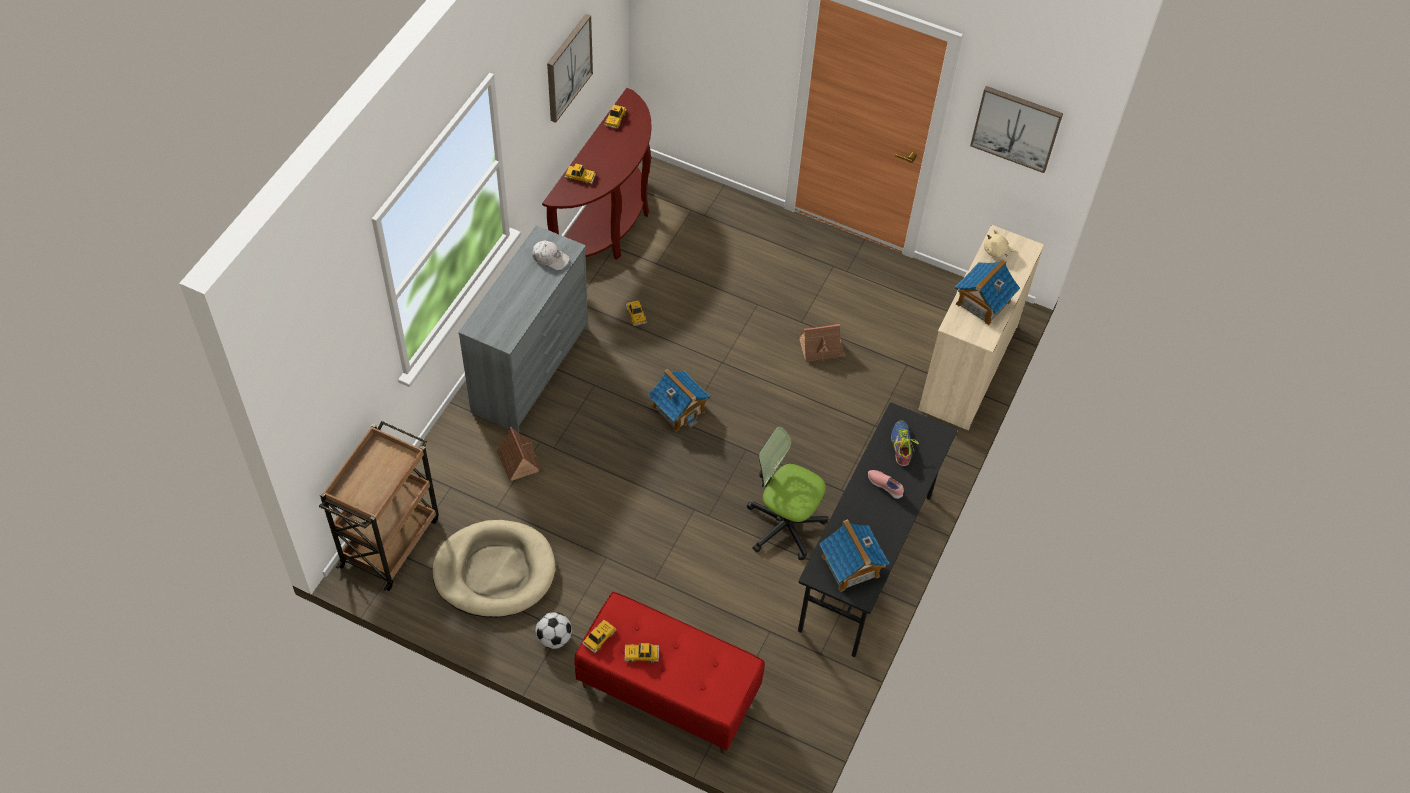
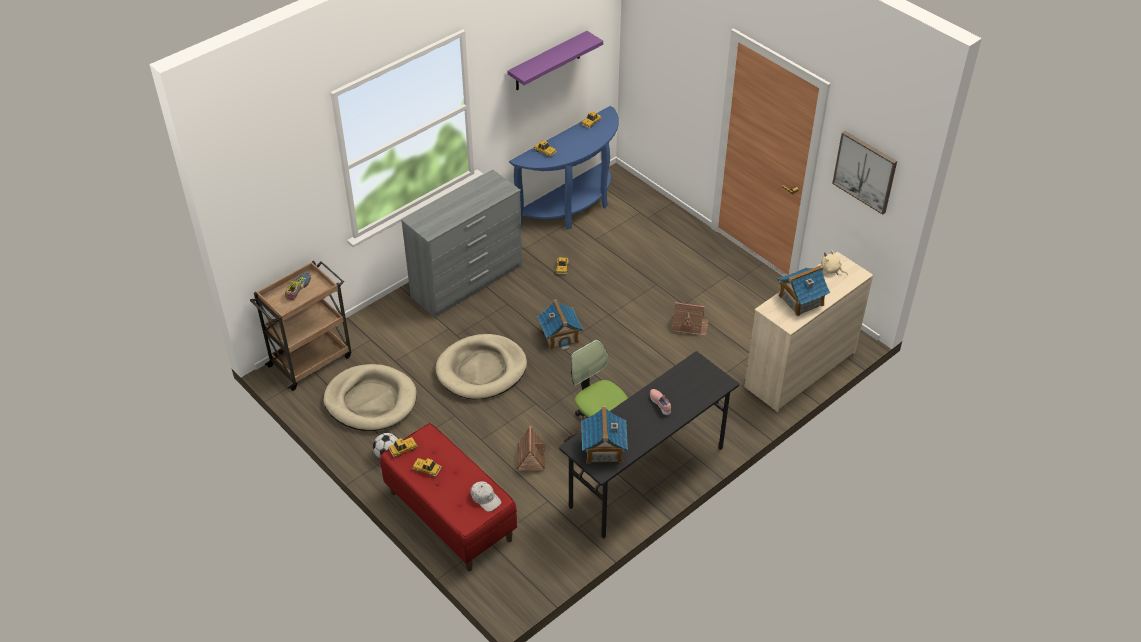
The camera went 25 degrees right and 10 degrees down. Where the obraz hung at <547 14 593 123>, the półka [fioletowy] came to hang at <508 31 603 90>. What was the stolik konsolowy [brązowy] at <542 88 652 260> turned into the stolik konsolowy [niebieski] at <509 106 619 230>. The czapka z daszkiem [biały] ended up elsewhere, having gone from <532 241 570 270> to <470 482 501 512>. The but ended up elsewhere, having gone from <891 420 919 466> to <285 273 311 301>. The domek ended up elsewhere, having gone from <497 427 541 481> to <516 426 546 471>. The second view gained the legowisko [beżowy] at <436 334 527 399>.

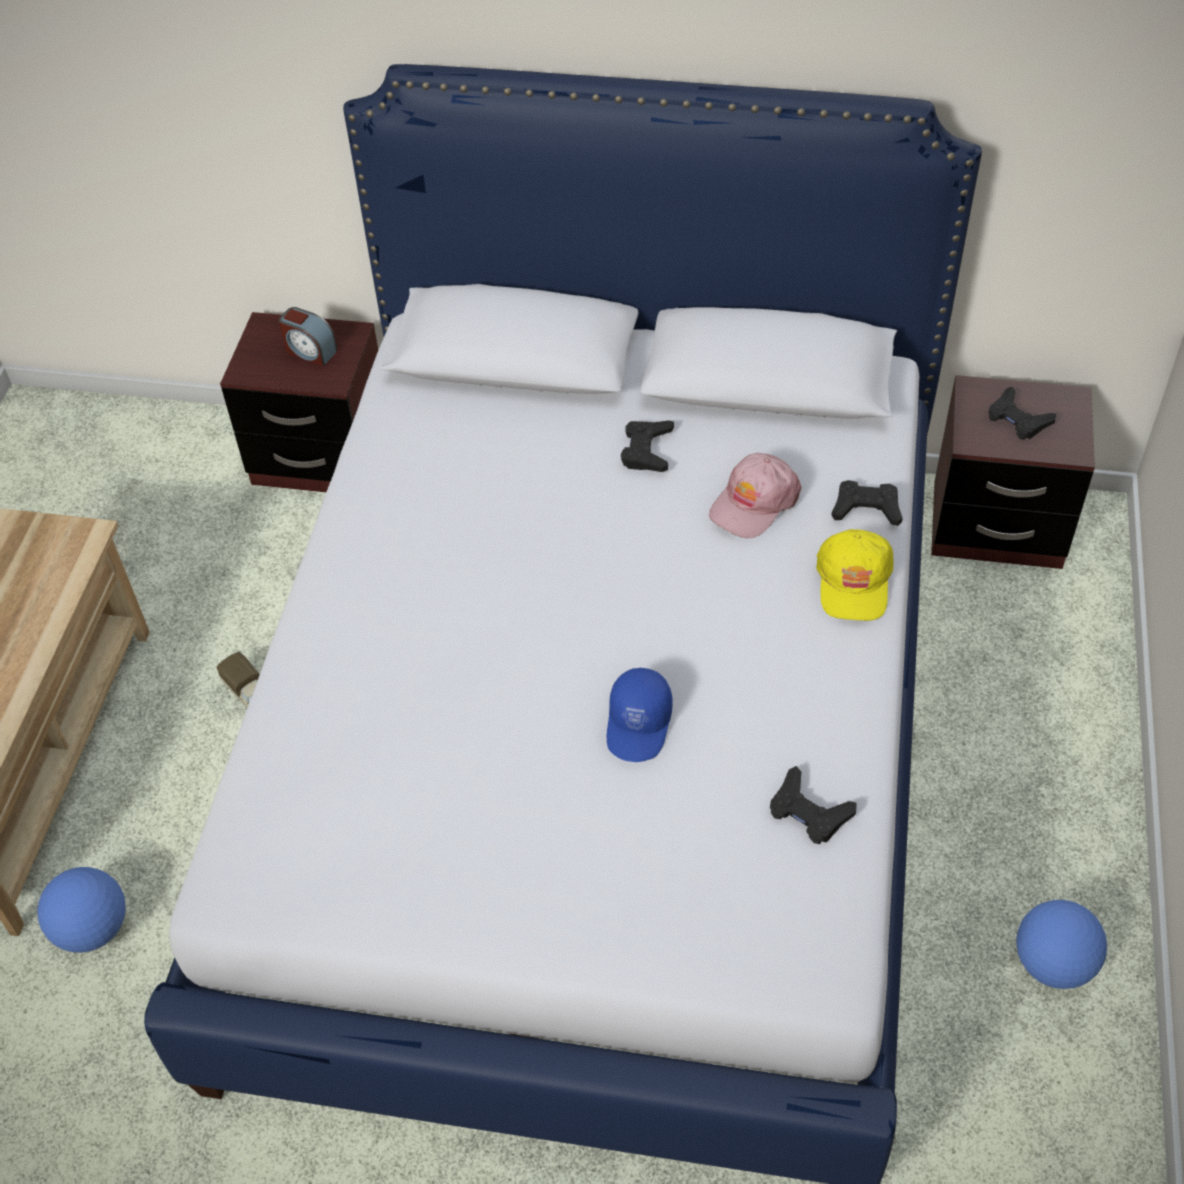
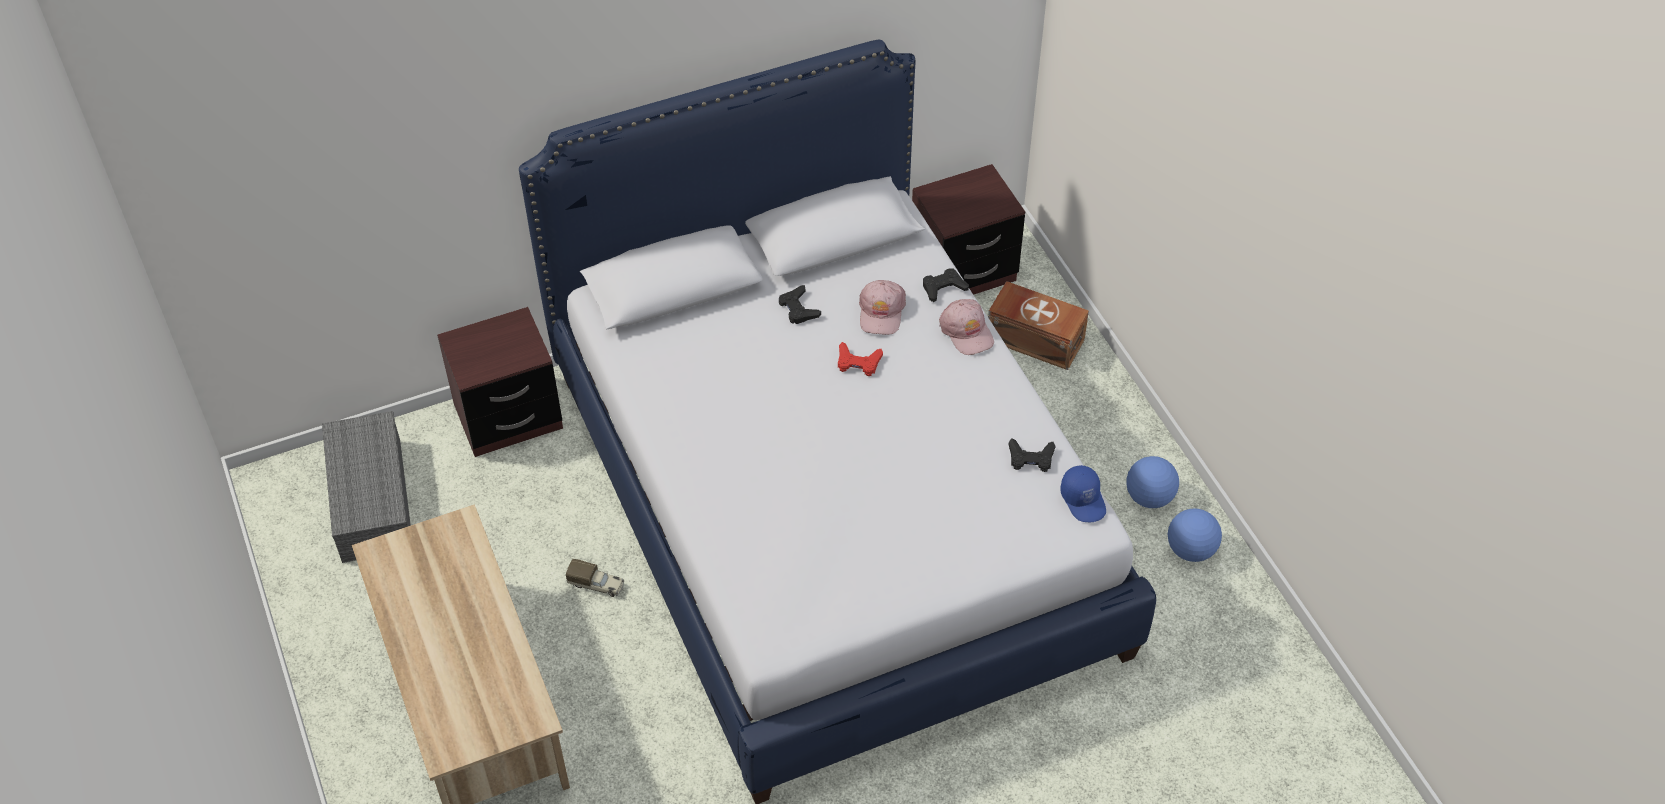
The camera went 35 degrees left and 0 degrees up. The second view lost the budzik at <279 307 338 366>. The second view lost the pad do gier [czarny] at <988 387 1056 440>. What was the czapka z daszkiem [żółty] at <816 529 894 621> turned into the czapka z daszkiem [różowy] at <939 299 994 355>. The czapka z daszkiem [niebieski] ended up elsewhere, having gone from <607 668 672 762> to <1060 465 1106 522>. The piłka futbolowa ended up elsewhere, having gone from <37 867 126 953> to <1168 509 1222 562>. The second view gained the pojemnik do przechowywania [brązowy] at <988 281 1089 370>. The second view gained the pad do gier [czerwony] at <838 342 883 376>. The second view gained the pojemnik do przechowywania [szary] at <322 411 411 563>.

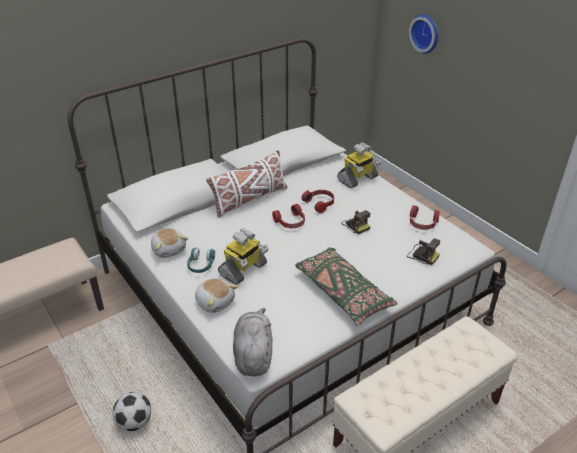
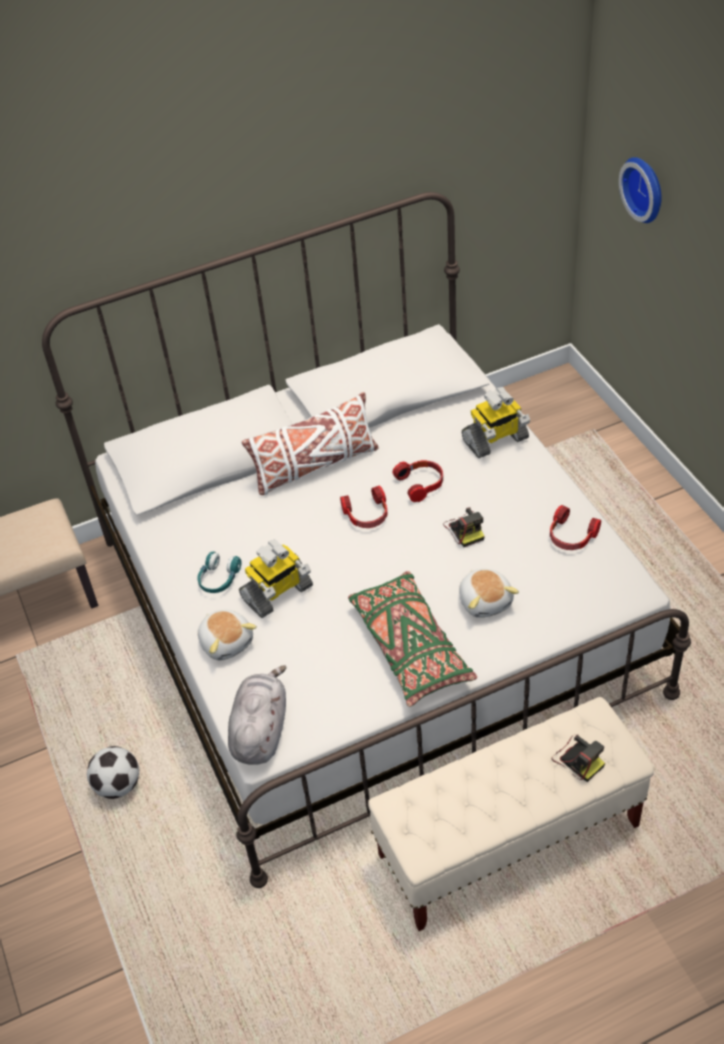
The camera went 15 degrees right and 10 degrees up. The pluszak ended up elsewhere, having gone from <151 228 188 258> to <459 569 519 618>. The aparat fotograficzny ended up elsewhere, having gone from <407 238 440 265> to <552 734 605 782>.

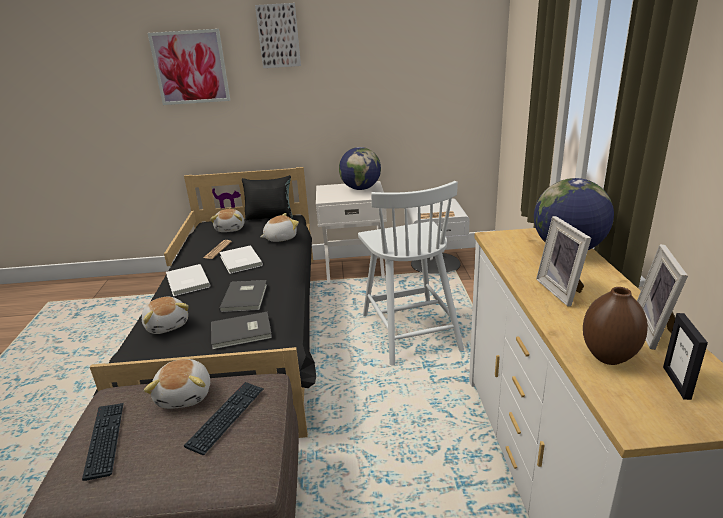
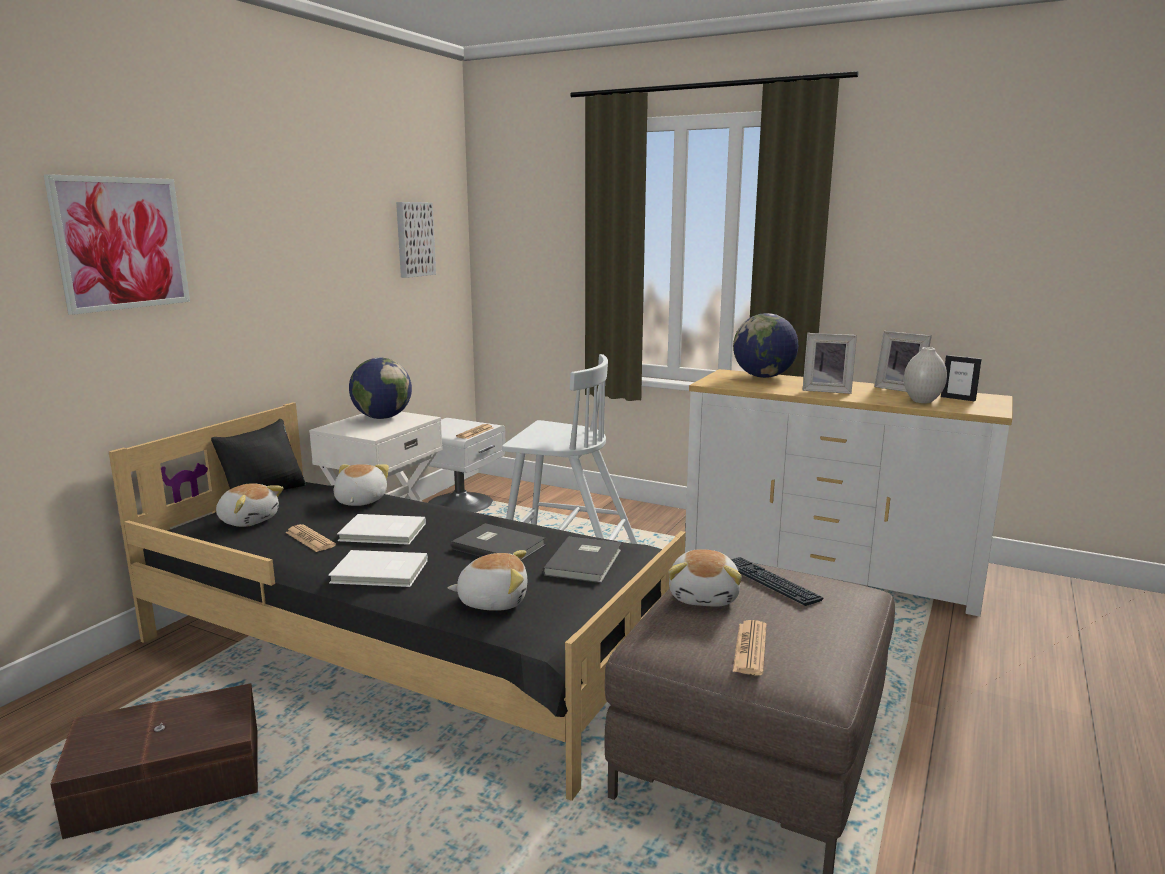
The camera went 60 degrees left and 10 degrees down. The obraz ended up elsewhere, having gone from <255 3 301 68> to <396 202 436 278>. What was the wazon [brązowy] at <583 287 648 365> turned into the wazon [biały] at <904 347 947 403>. The pluszak at <144 359 210 409> ended up facing another way, 75 degrees clockwise from before. Where the klawiatura stood at <82 403 124 481>, the gazeta came to stand at <733 620 767 675>. The second view gained the pojemnik do przechowywania [brązowy] at <50 683 258 839>.

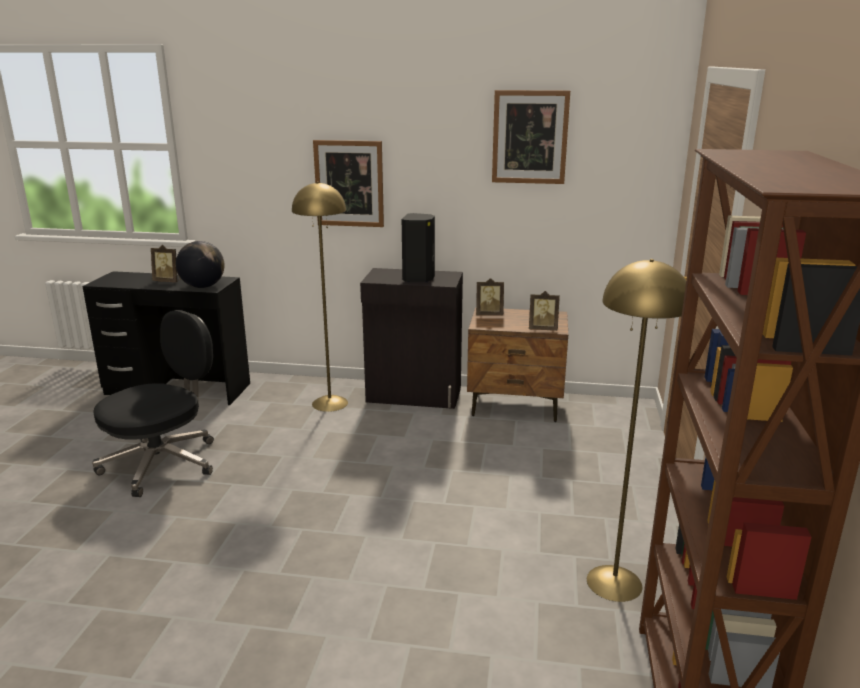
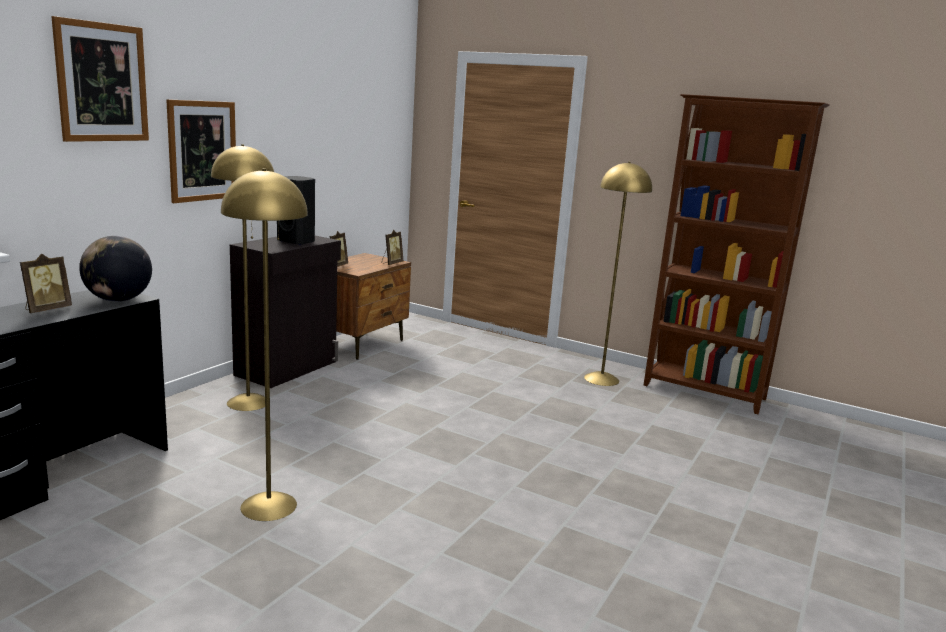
The camera went 70 degrees left and 5 degrees down. The obraz ended up elsewhere, having gone from <492 90 570 184> to <51 16 149 142>. Where the krzesło biurowe [czarny] stood at <92 310 214 497>, the lampa stojąca [żółty] came to stand at <221 168 308 521>.

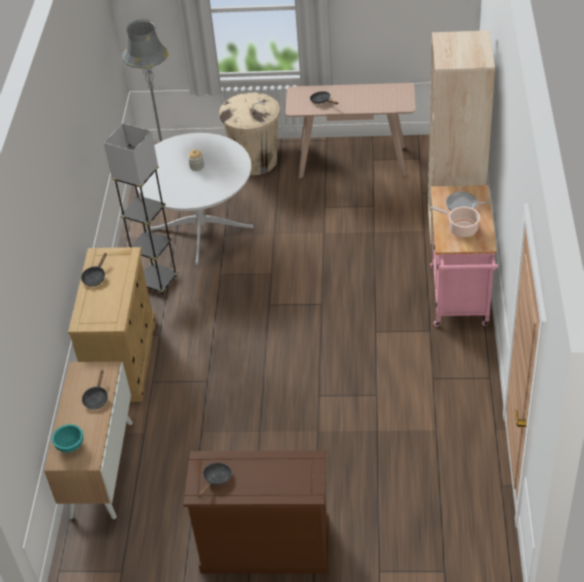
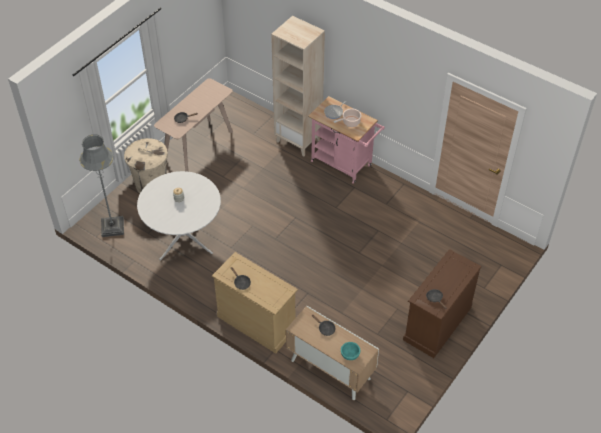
The camera went 60 degrees left and 5 degrees up. The second view lost the lampa stojąca [szary] at <104 123 178 295>.

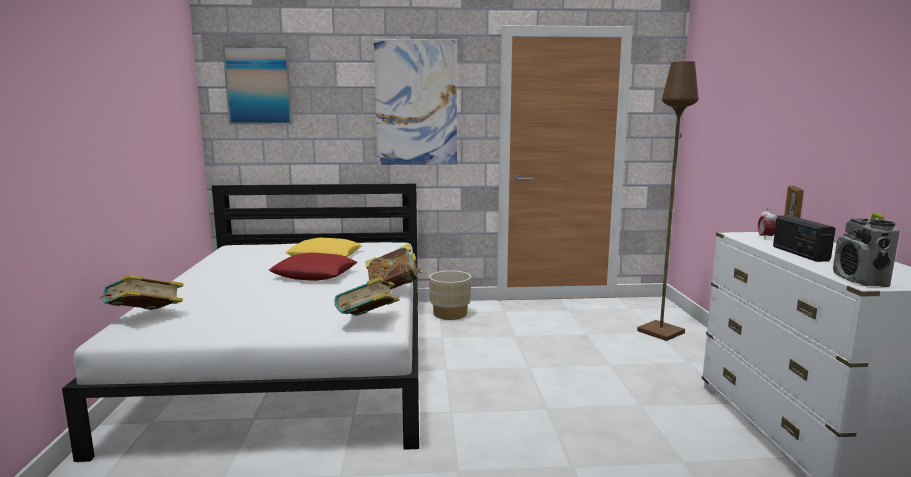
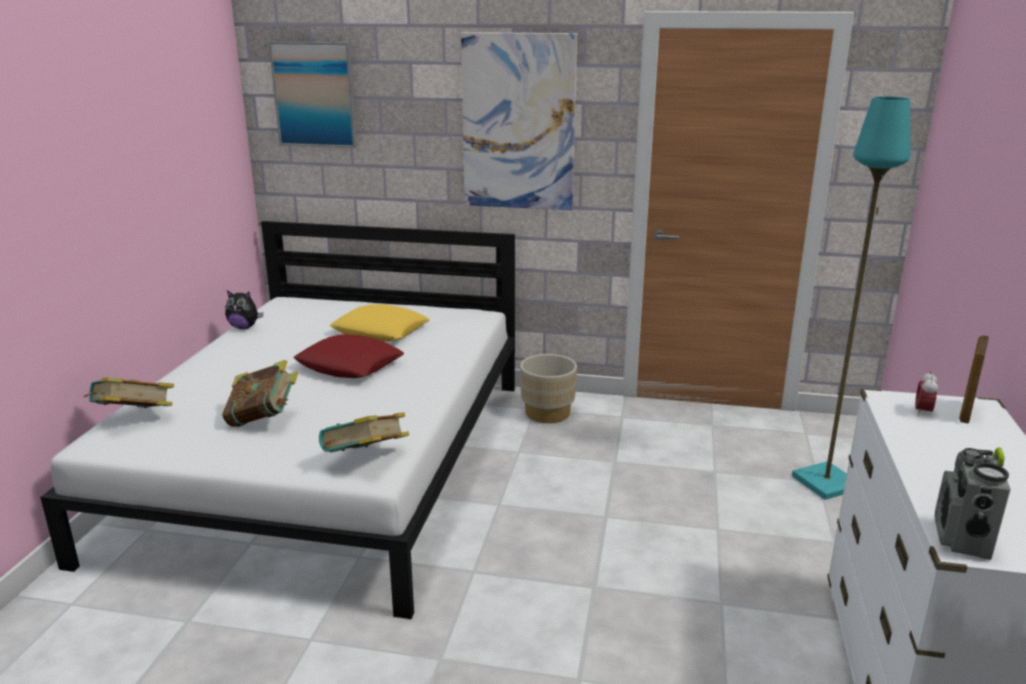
The camera went 15 degrees right and 10 degrees up. What was the lampa stojąca [brązowy] at <637 61 698 341> turned into the lampa stojąca [turkusowy] at <792 96 910 500>. The second view lost the radio at <773 215 835 262>. The książka ended up elsewhere, having gone from <366 244 422 290> to <222 360 298 427>. The second view gained the pluszak at <225 290 263 329>.

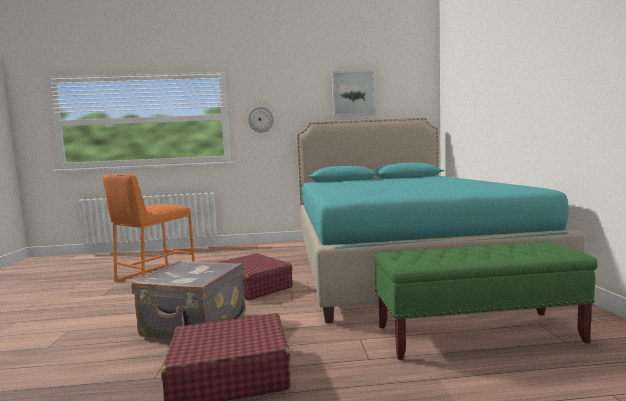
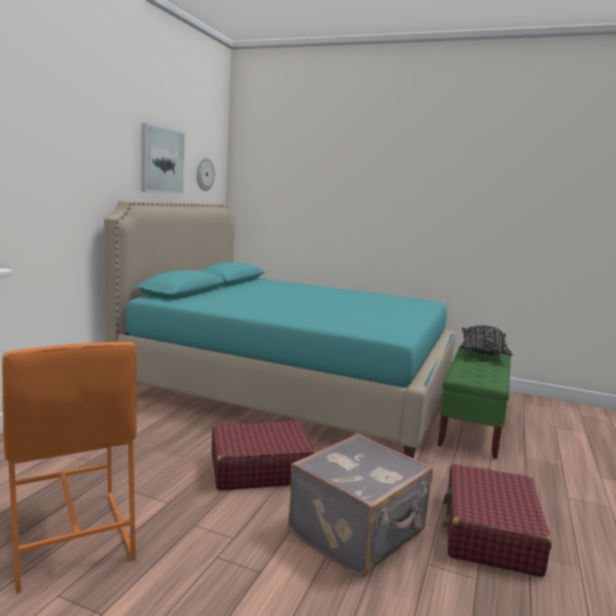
The camera went 65 degrees left and 5 degrees up. The zegar ścienny ended up elsewhere, having gone from <248 107 274 133> to <197 158 215 191>. The second view gained the poduszka [czarny] at <461 325 513 356>.

